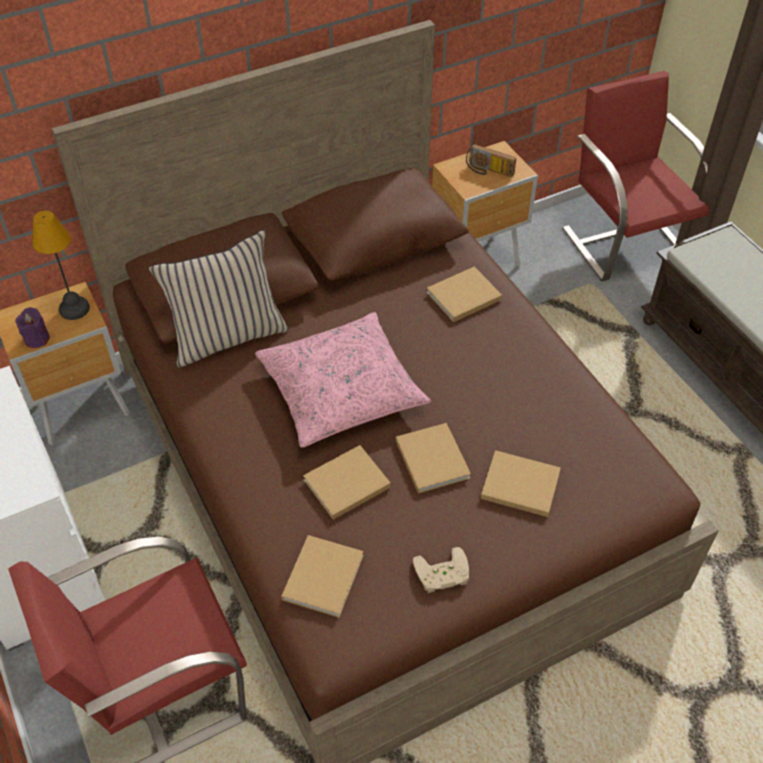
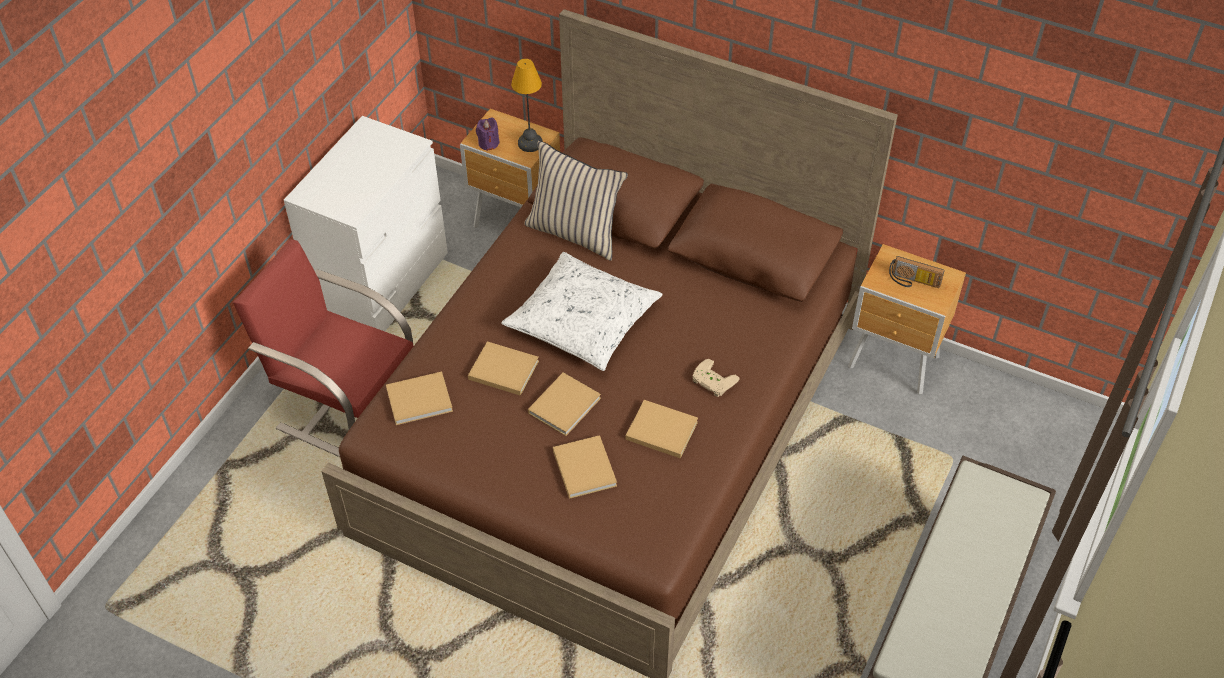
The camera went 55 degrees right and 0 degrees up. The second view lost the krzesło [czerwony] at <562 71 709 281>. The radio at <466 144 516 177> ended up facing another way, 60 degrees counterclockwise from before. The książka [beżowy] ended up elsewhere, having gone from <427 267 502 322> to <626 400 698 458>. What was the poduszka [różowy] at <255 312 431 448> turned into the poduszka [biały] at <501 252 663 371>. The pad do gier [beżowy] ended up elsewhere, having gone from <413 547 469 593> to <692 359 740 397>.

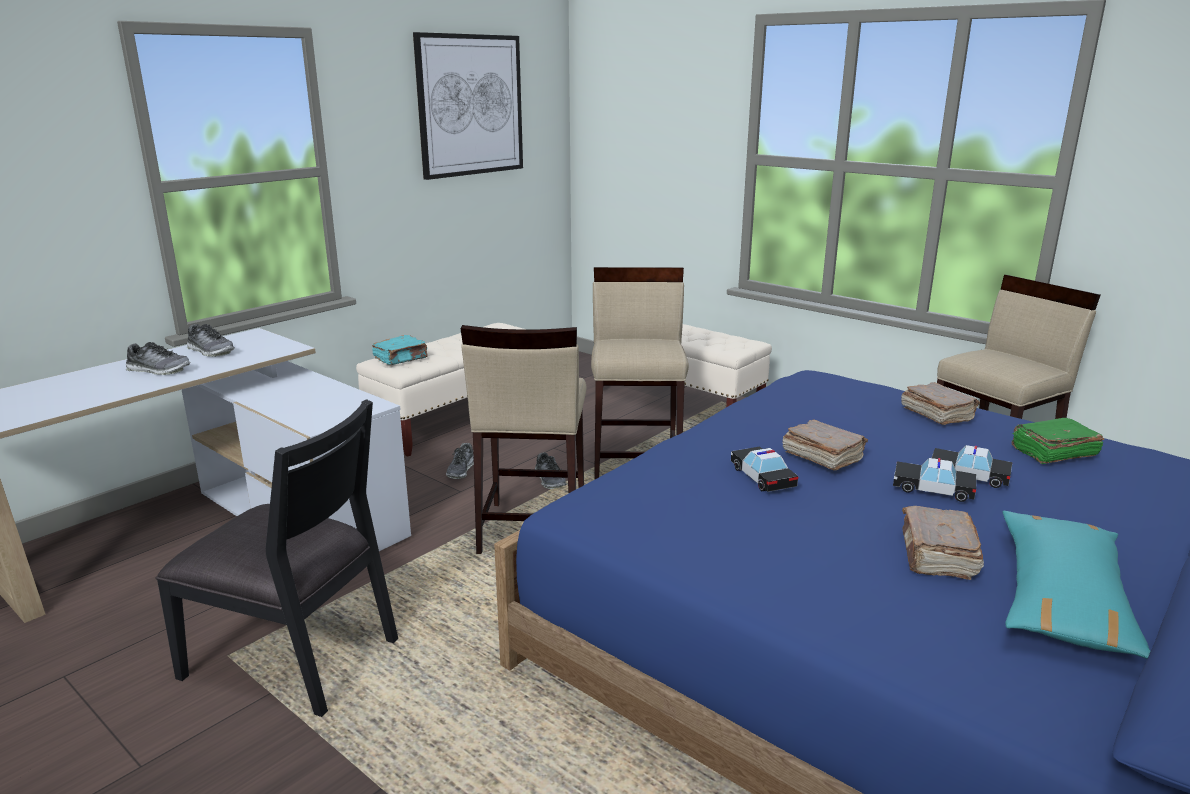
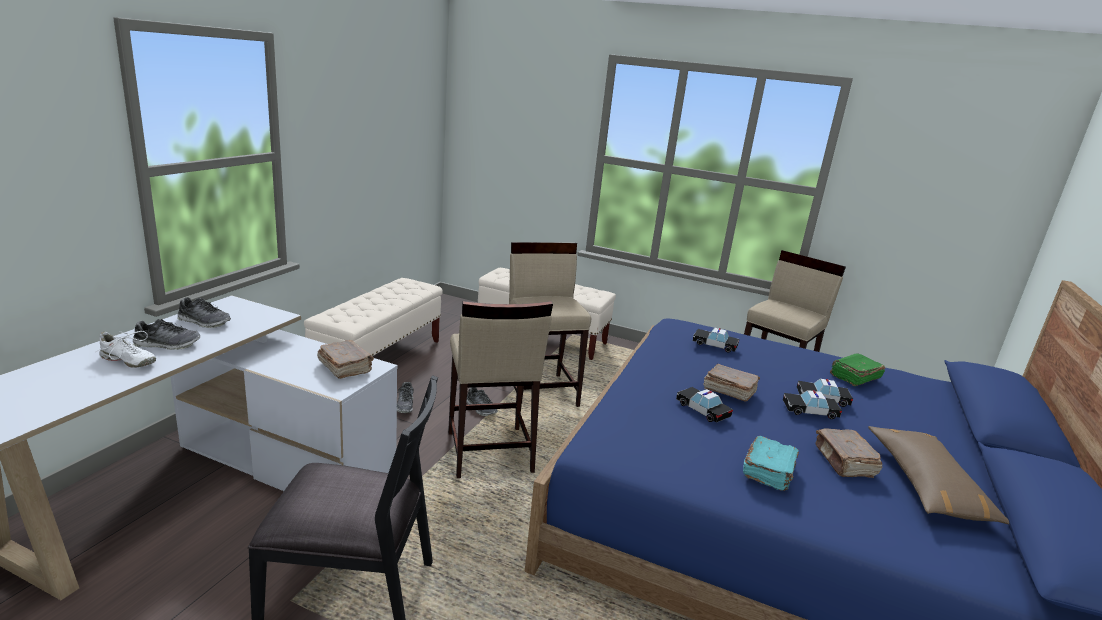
The camera went 20 degrees left and 0 degrees up. The second view lost the obraz at <413 32 523 180>. The książka [turkusowy] ended up elsewhere, having gone from <372 335 428 365> to <743 436 799 491>. The książka [brązowy] ended up elsewhere, having gone from <901 382 980 425> to <317 340 374 379>. What was the poduszka [turkusowy] at <1002 511 1151 659> turned into the poduszka [brązowy] at <868 426 1009 524>. The second view gained the samochodzik at <693 328 739 353>. The second view gained the but [biały] at <96 331 156 368>.

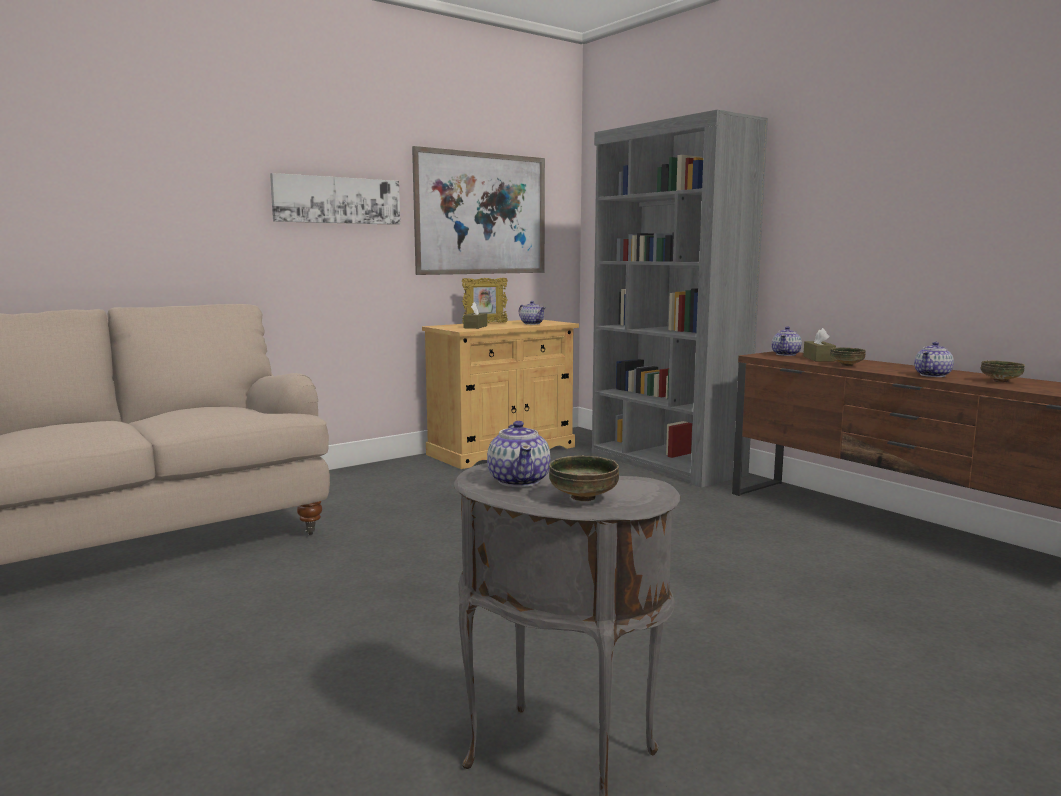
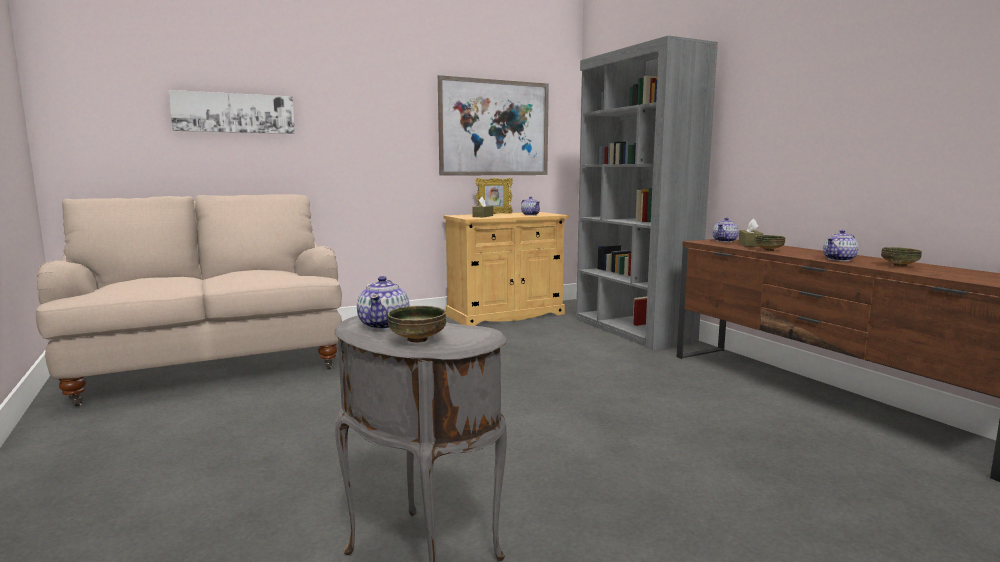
The camera went 10 degrees right and 0 degrees up. The obraz ended up elsewhere, having gone from <270 173 400 225> to <169 90 295 134>.

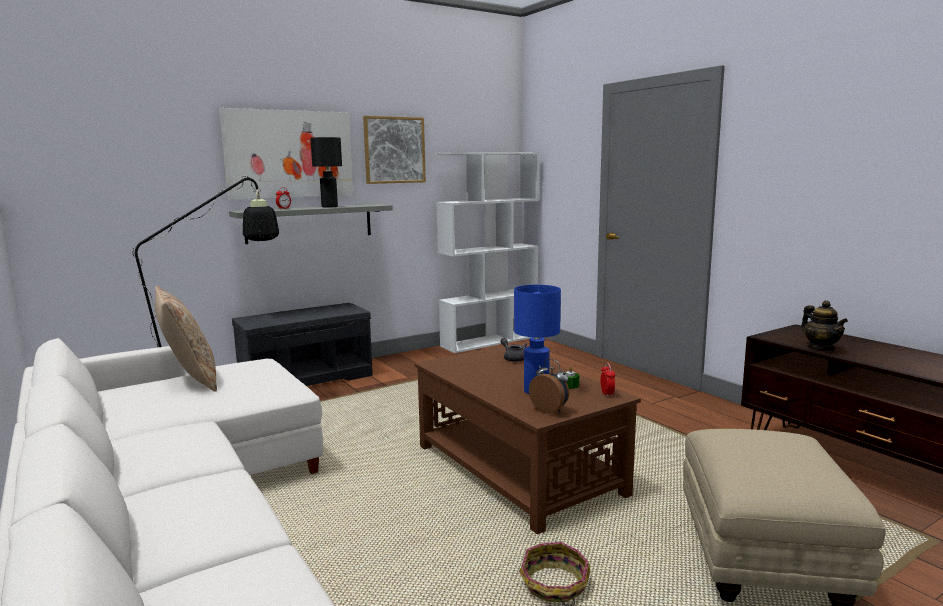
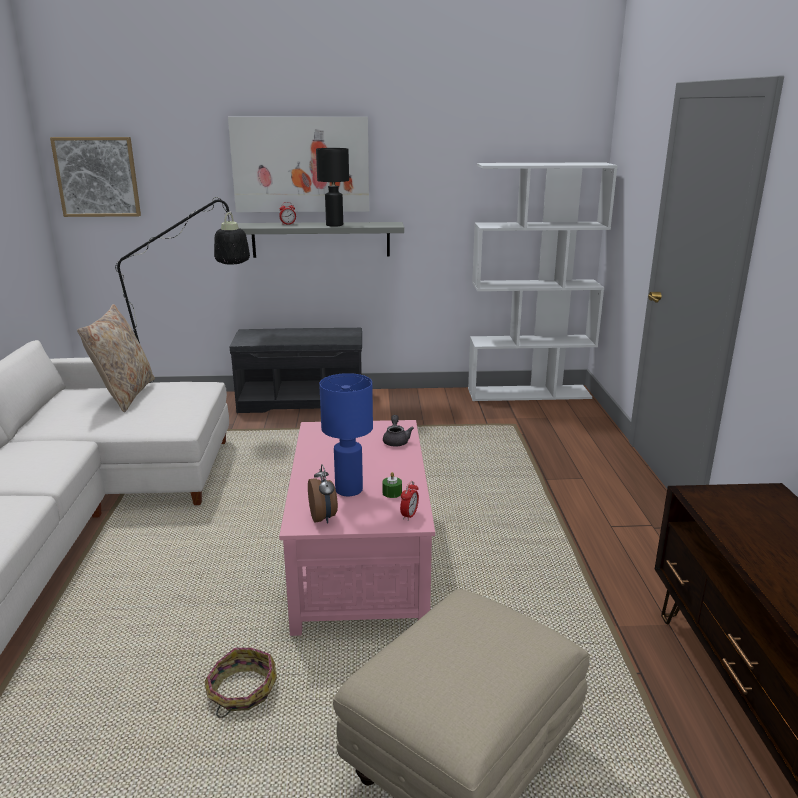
The camera went 30 degrees right and 10 degrees up. The obraz ended up elsewhere, having gone from <363 116 426 184> to <50 137 141 217>. The second view lost the imbryk at <801 300 848 352>. What was the ława [brązowy] at <414 346 641 535> turned into the ława [różowy] at <279 420 435 636>.

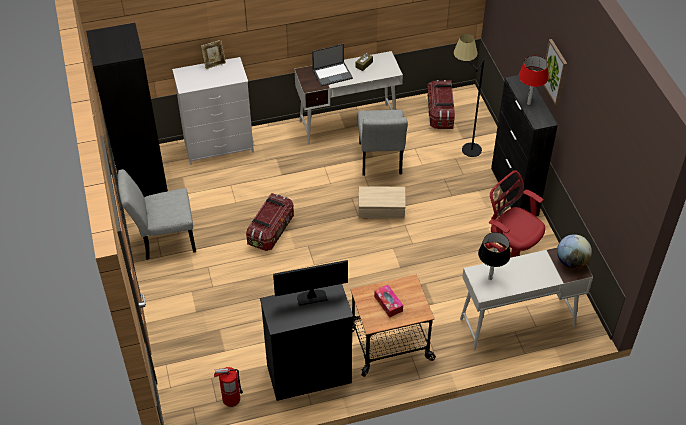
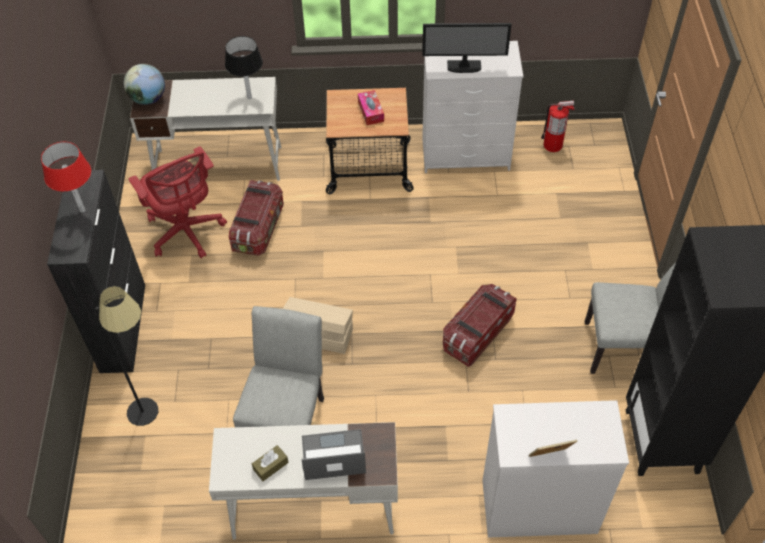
The camera went 165 degrees left and 5 degrees up. The second view lost the obraz at <544 39 567 106>. The pojemnik do przechowywania ended up elsewhere, having gone from <428 80 455 129> to <229 180 284 256>. What was the komoda [czarny] at <260 284 353 401> turned into the komoda [biały] at <422 41 523 173>.

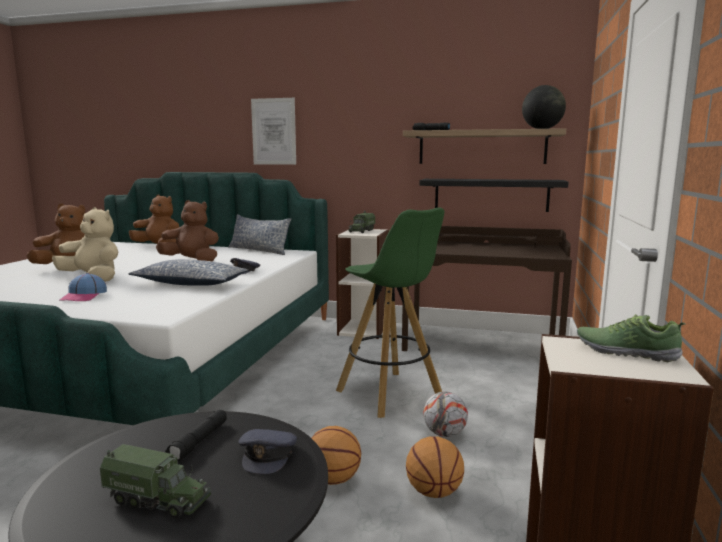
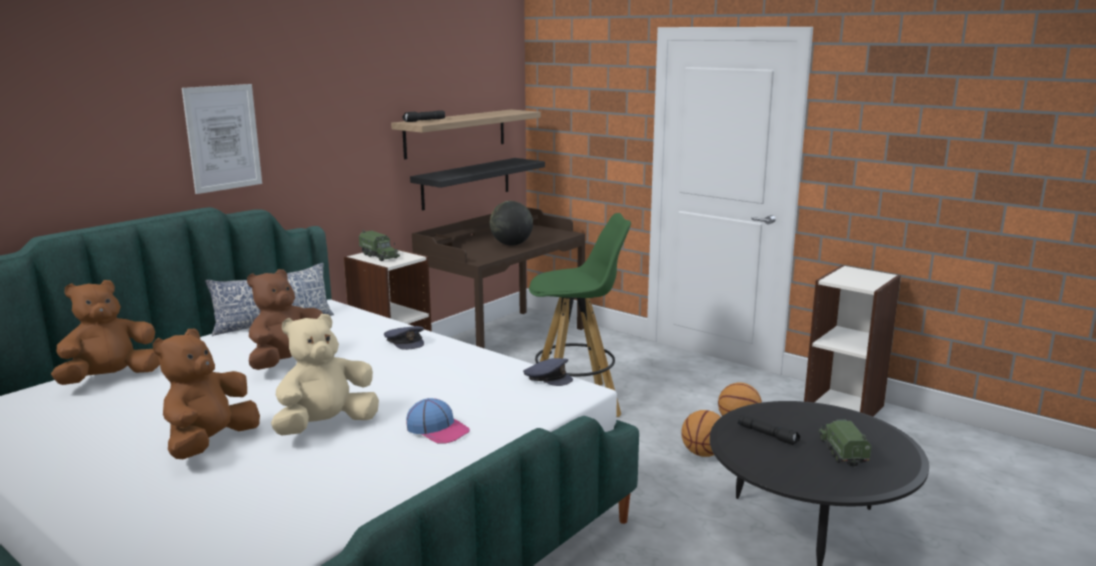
The camera went 65 degrees left and 5 degrees up. The globus ended up elsewhere, having gone from <522 85 566 129> to <490 201 533 246>. The second view lost the poduszka at <129 259 248 286>. The second view lost the but at <577 314 685 362>. The second view lost the piłka futbolowa at <423 391 468 437>. The czapka z daszkiem [szary] ended up elsewhere, having gone from <238 429 297 474> to <523 358 573 386>. The ciężarówka zabawkowa at <100 444 211 519> ended up facing another way, 45 degrees counterclockwise from before.

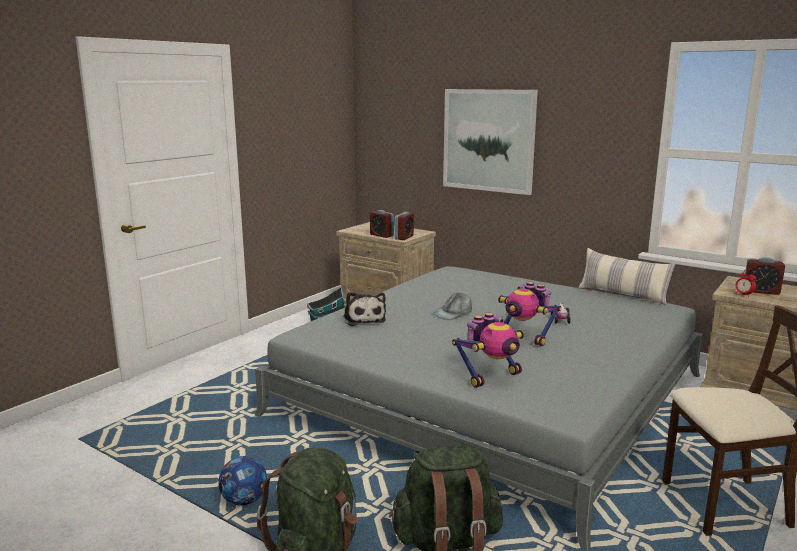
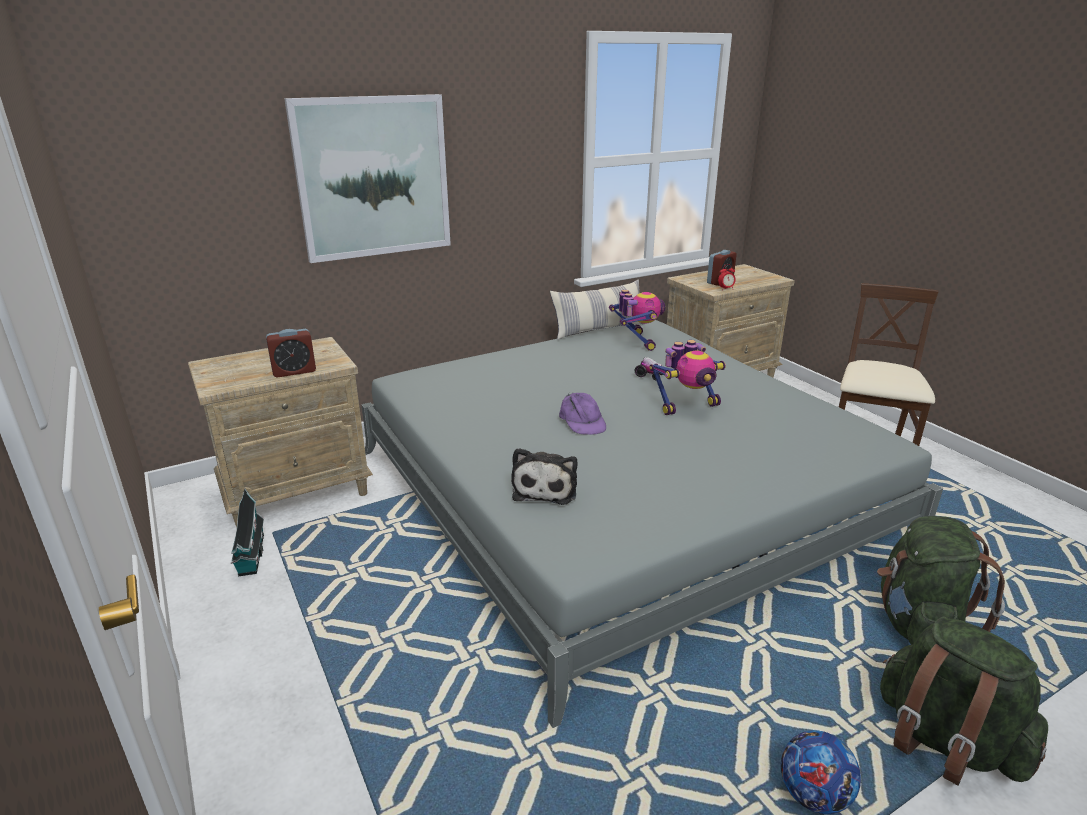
The camera went 65 degrees left and 10 degrees up. The second view lost the budzik at <394 212 414 240>. The pluszak at <343 292 386 326> ended up facing another way, 90 degrees clockwise from before. What was the czapka z daszkiem [szary] at <433 293 472 320> turned into the czapka z daszkiem [fioletowy] at <559 392 606 435>. The robot zabawkowy ended up elsewhere, having gone from <452 313 524 388> to <609 290 665 351>.

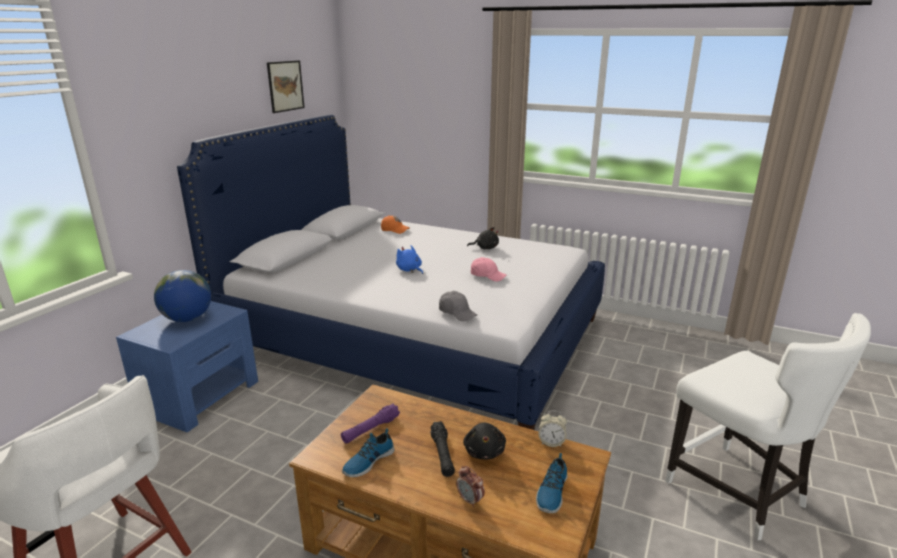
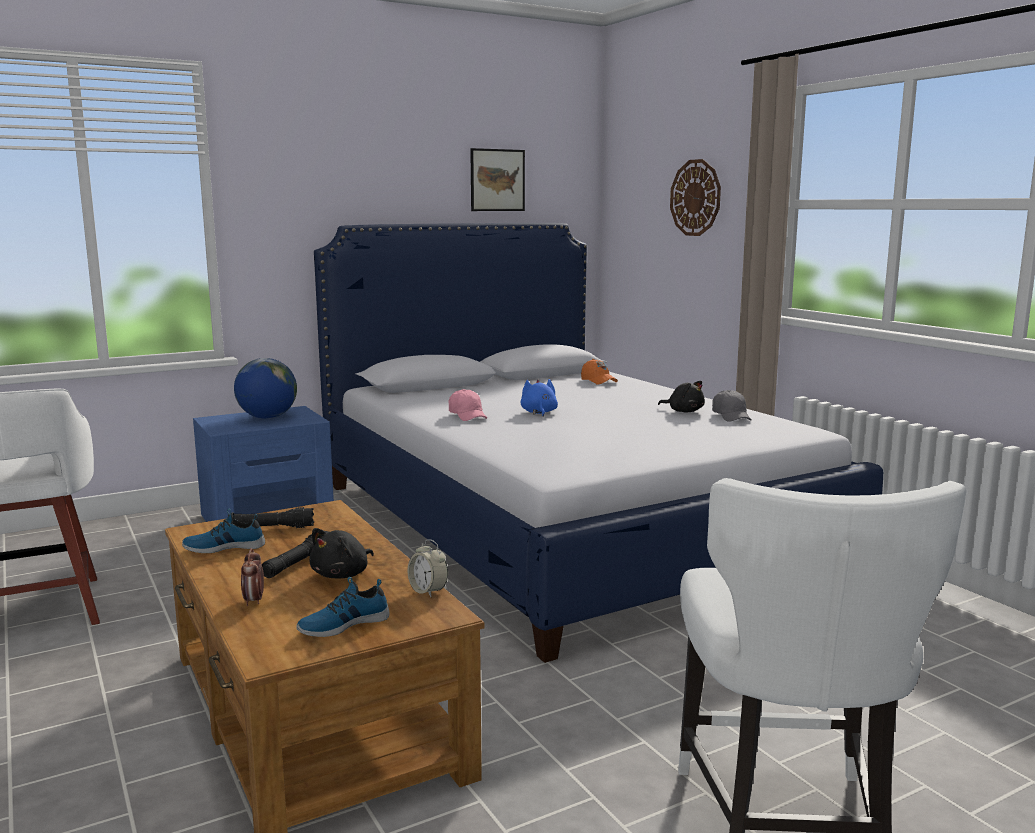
The camera went 35 degrees right and 10 degrees down. The czapka z daszkiem [różowy] ended up elsewhere, having gone from <471 257 506 281> to <449 389 487 421>. The czapka z daszkiem [szary] ended up elsewhere, having gone from <439 291 477 322> to <712 390 752 422>. What was the latarka [fioletowy] at <341 403 400 444> turned into the latarka [czarny] at <228 507 314 528>. The second view gained the zegar ścienny at <670 159 721 236>.

